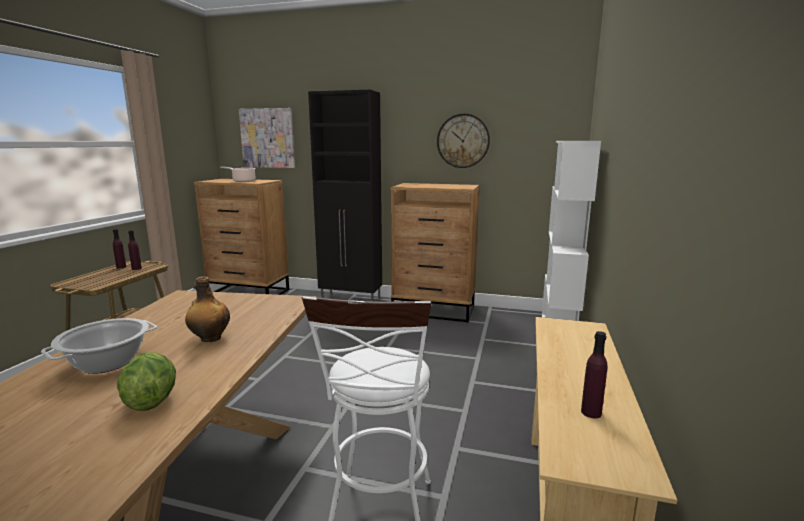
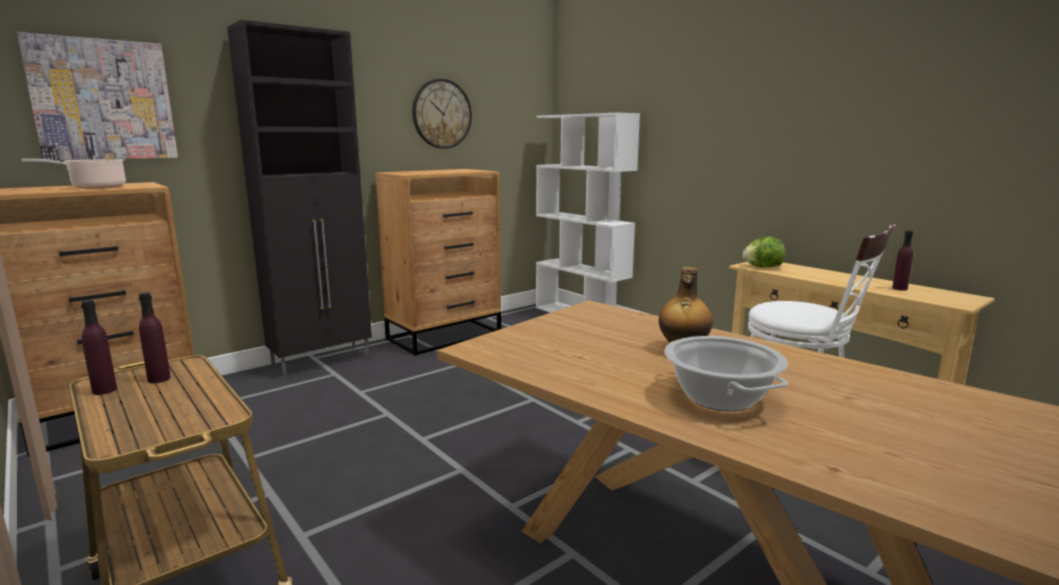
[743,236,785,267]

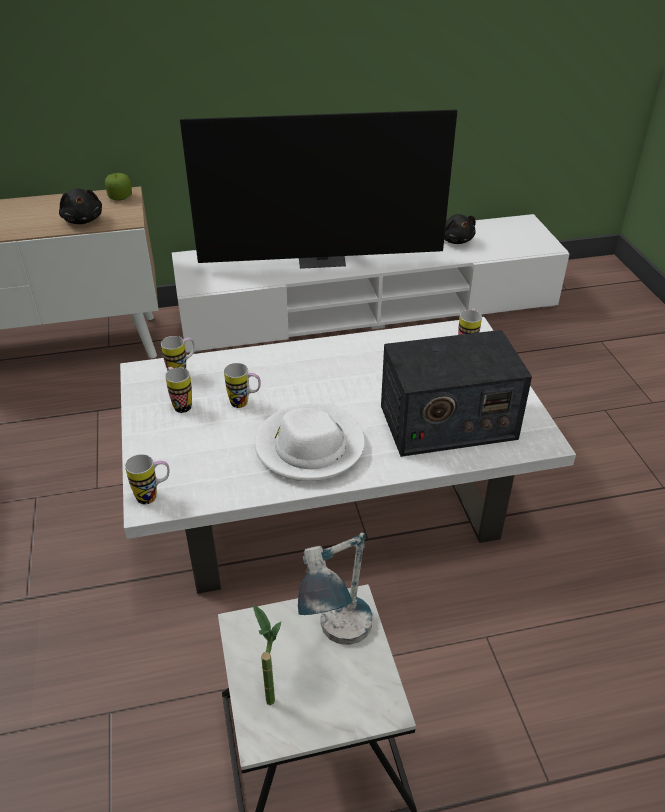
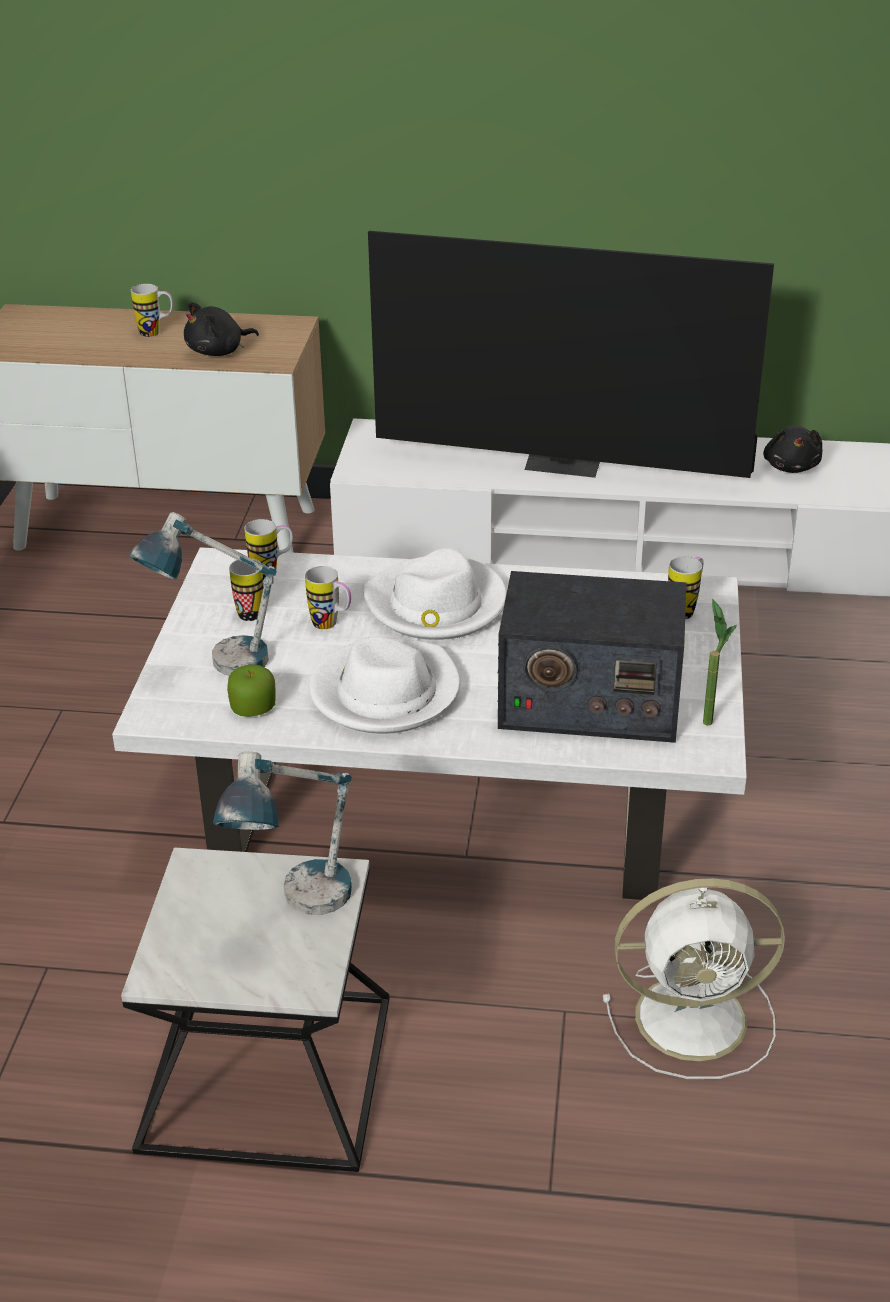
[129,512,277,676]
[363,548,507,640]
[603,878,785,1079]
[227,664,276,717]
[131,284,173,337]
[703,599,737,726]
[184,302,259,356]

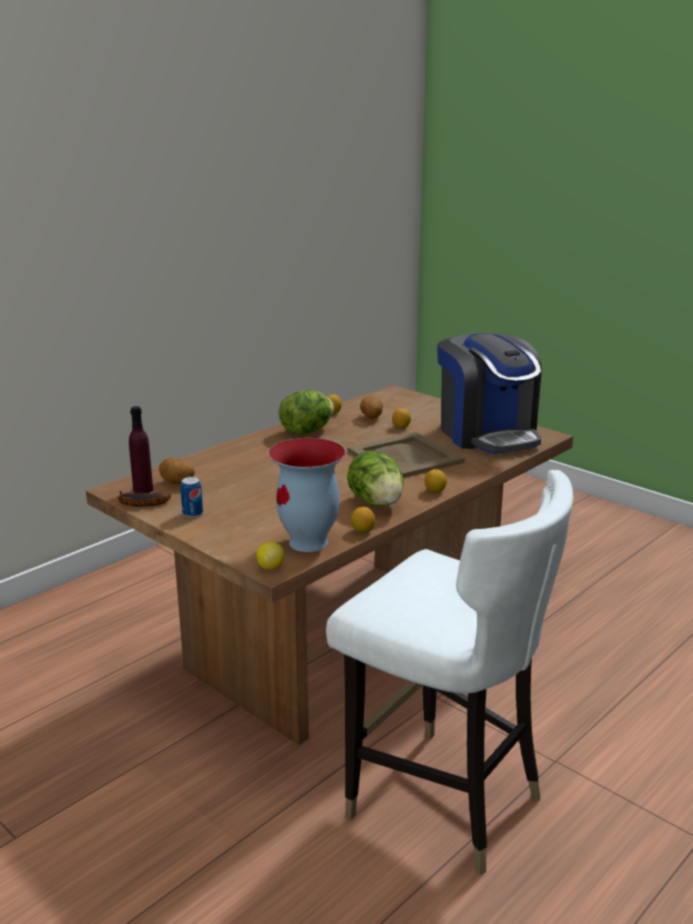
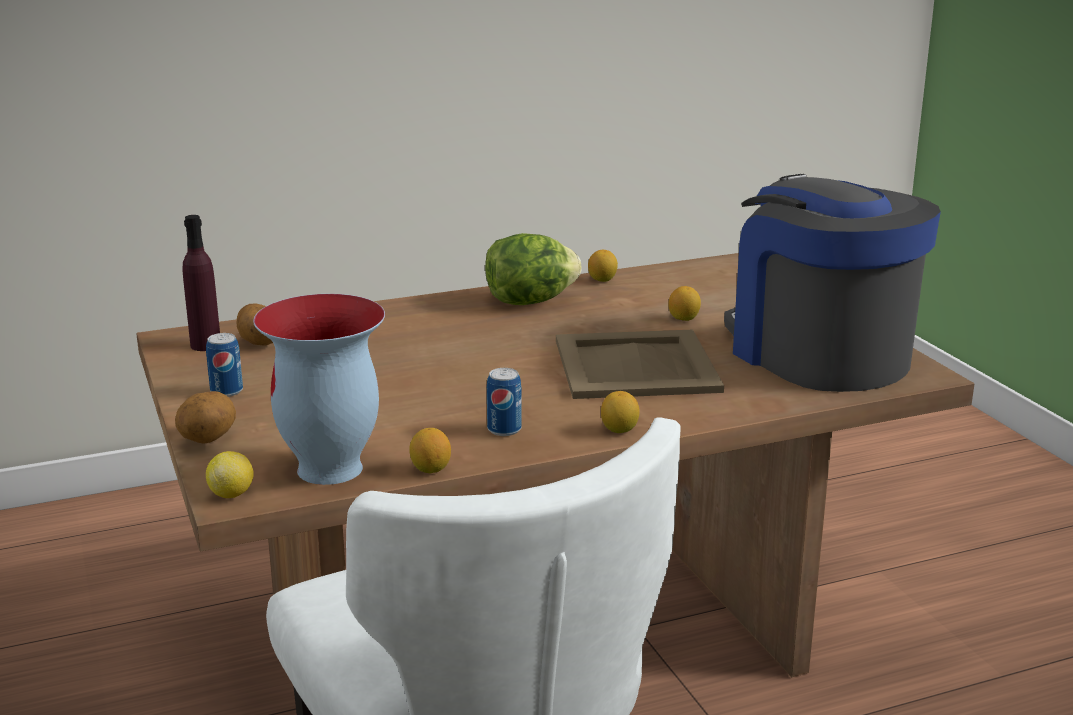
[118,491,171,506] (first image)
[175,391,236,444]
[487,368,522,436]
[724,174,941,392]

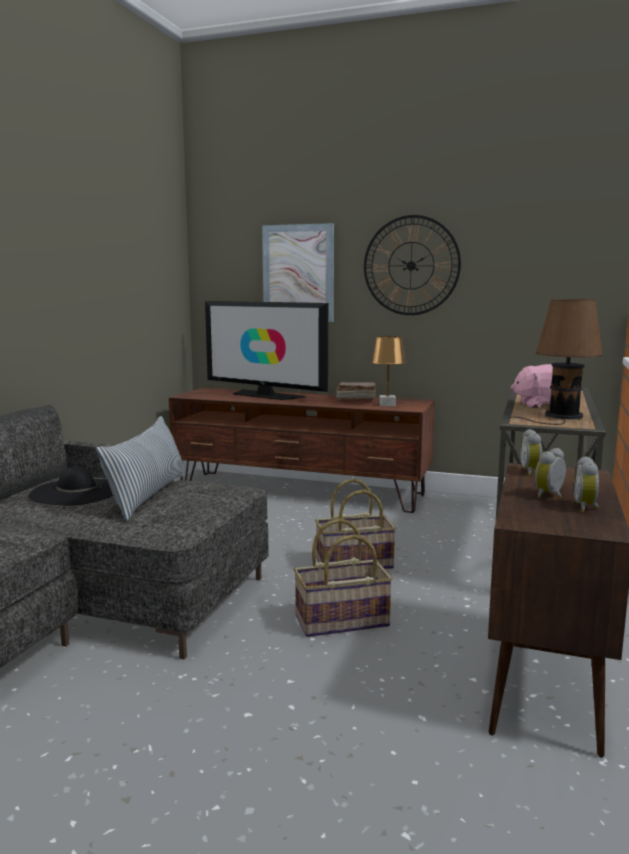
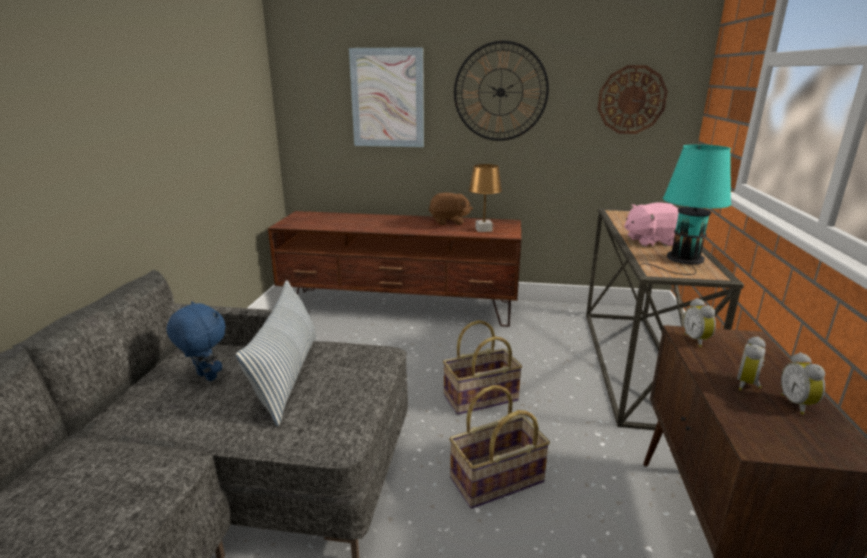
[205,301,328,400] (first image)
[598,65,668,134]
[166,301,226,381]
[429,193,473,225]
[640,144,732,275]

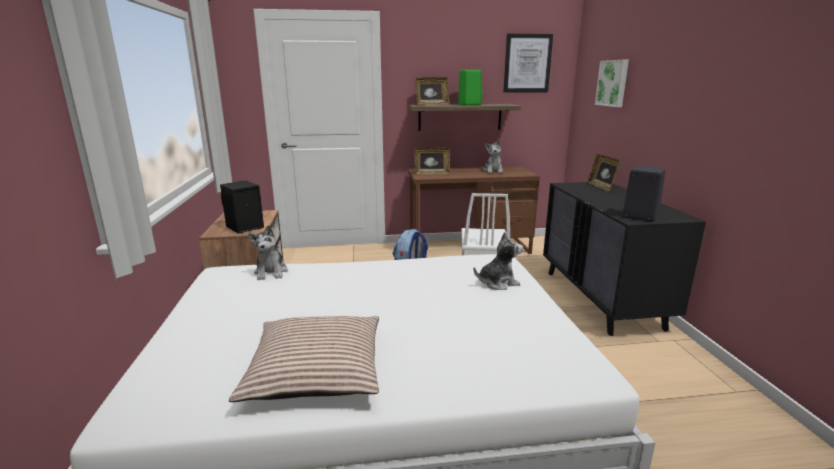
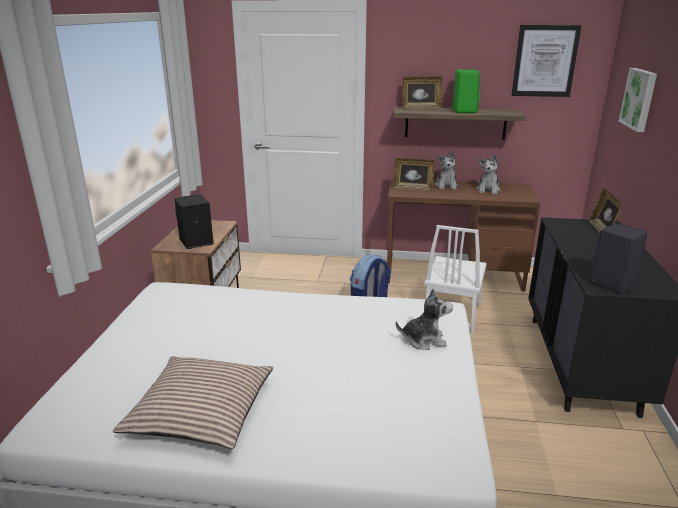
[434,151,458,190]

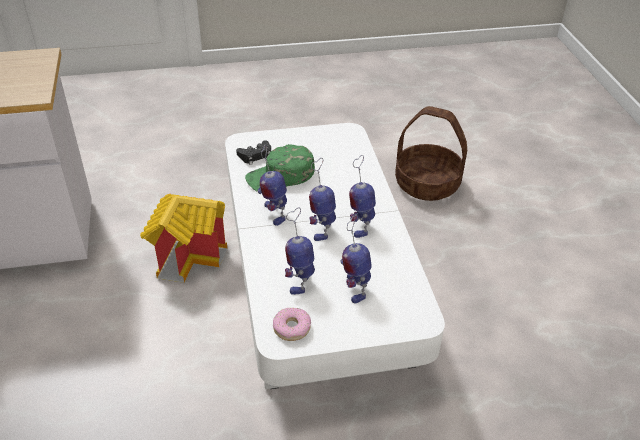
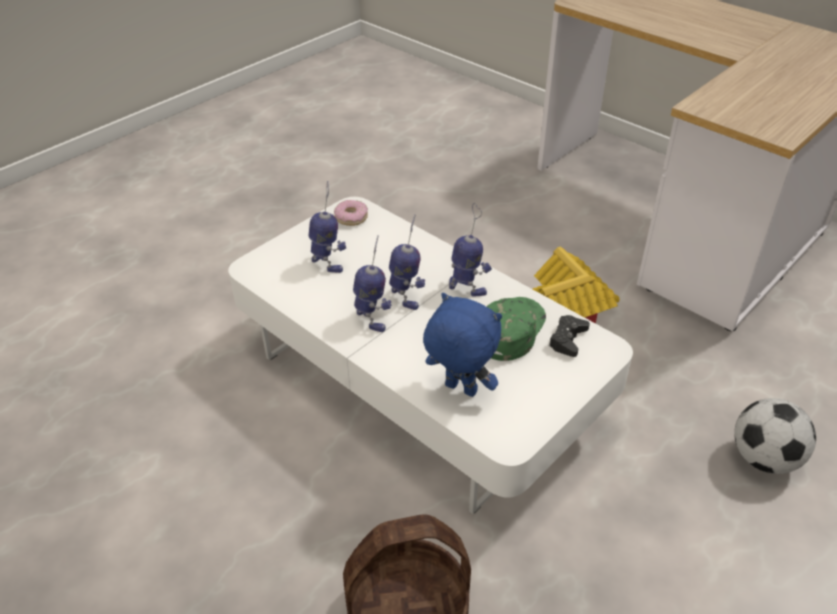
[285,208,315,295] (first image)
[423,293,502,397]
[734,398,816,474]

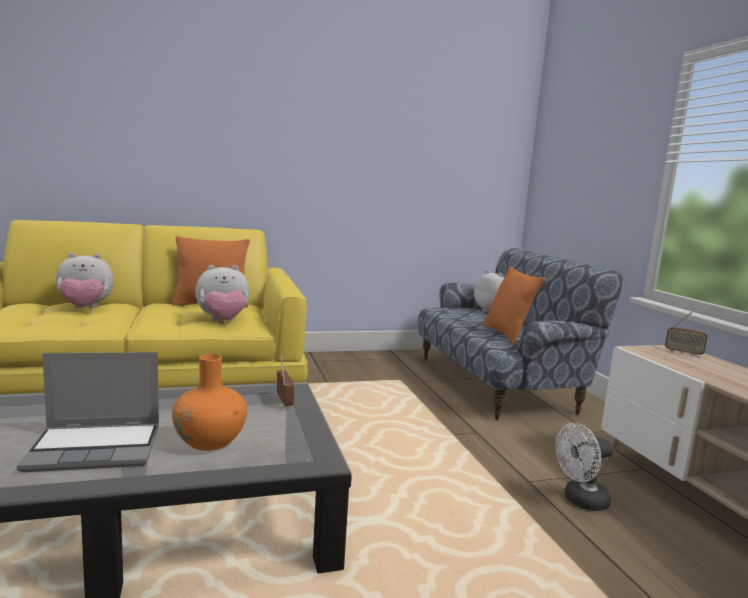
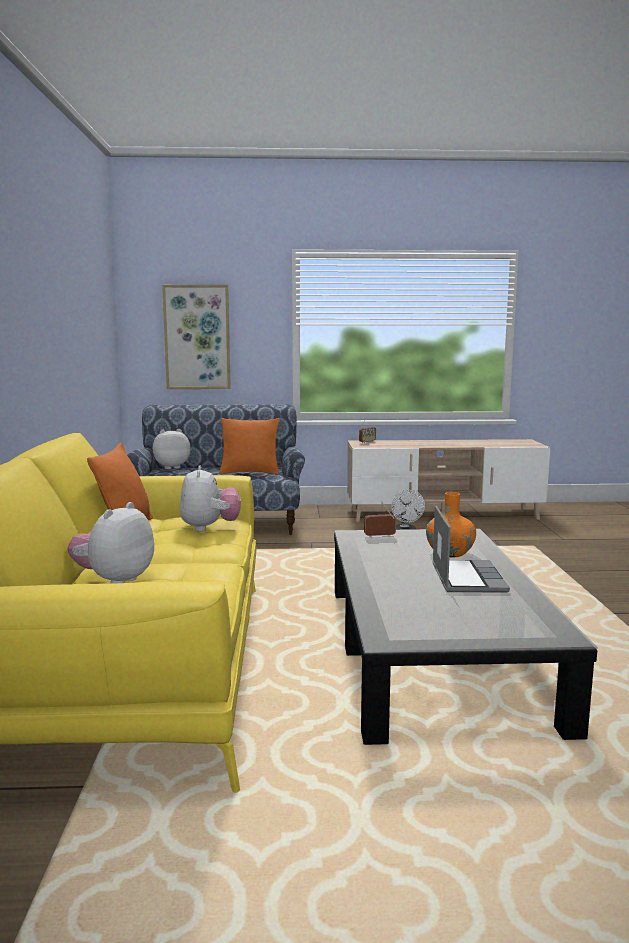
[162,285,231,389]
[68,502,154,584]

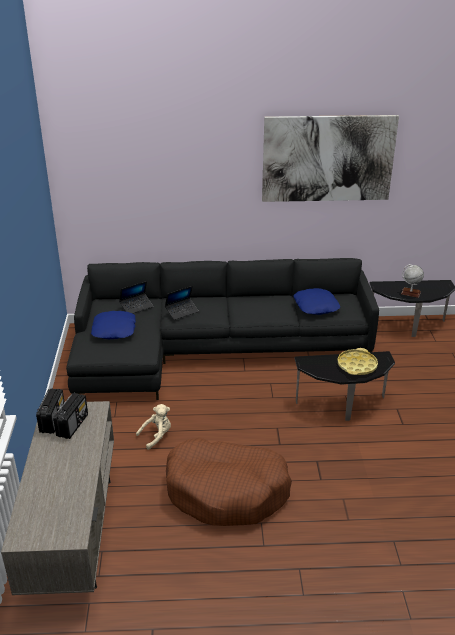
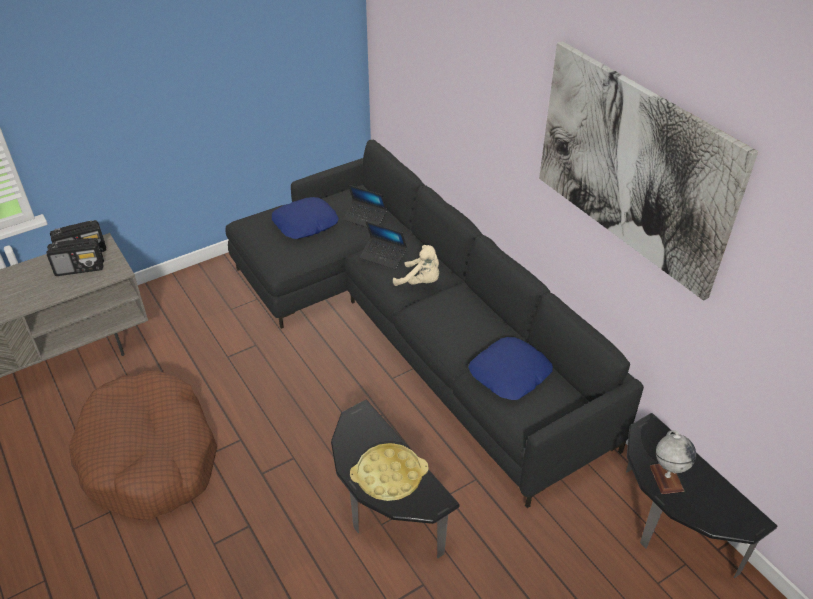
[393,245,439,286]

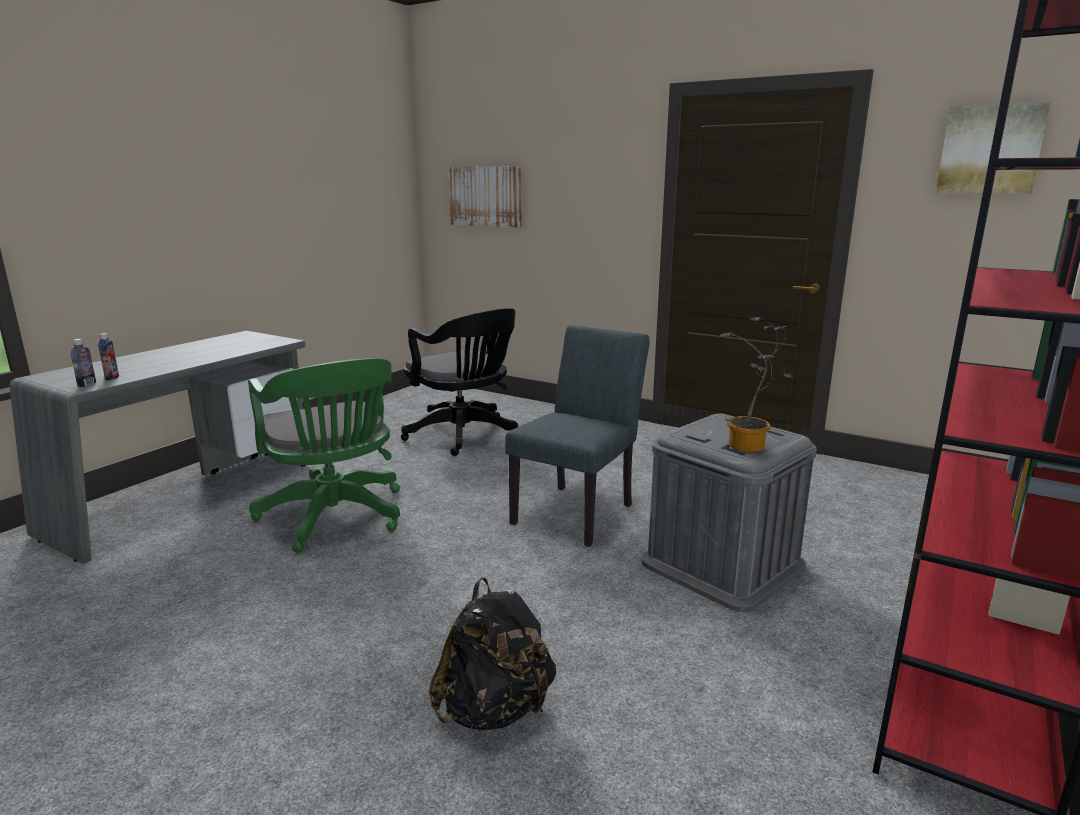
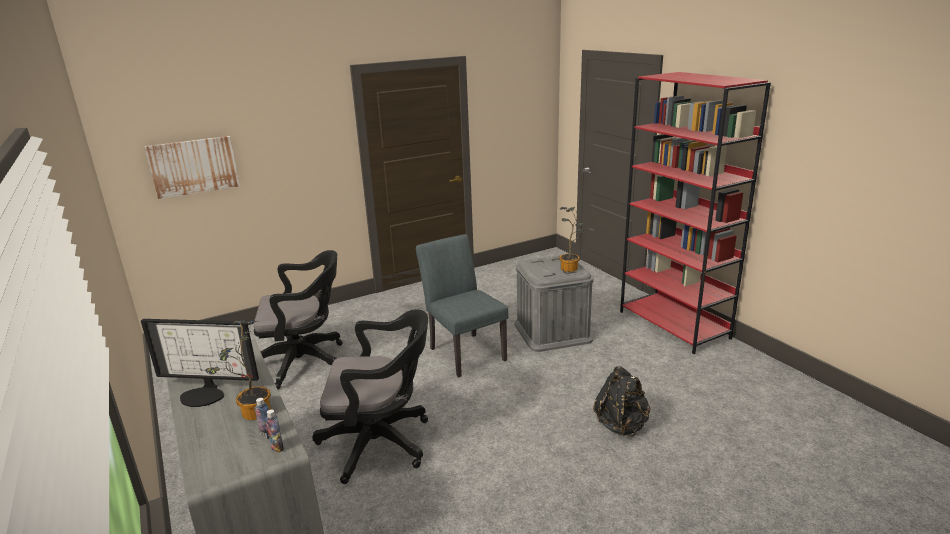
[936,101,1051,194] (first image)
[141,319,259,407]
[205,320,271,420]
[312,309,428,484]

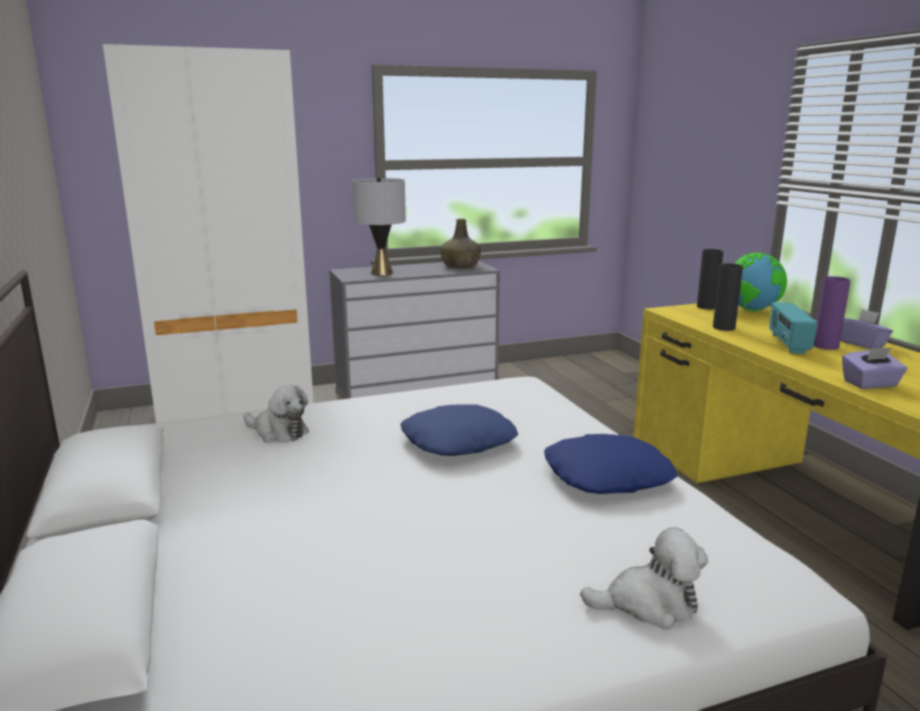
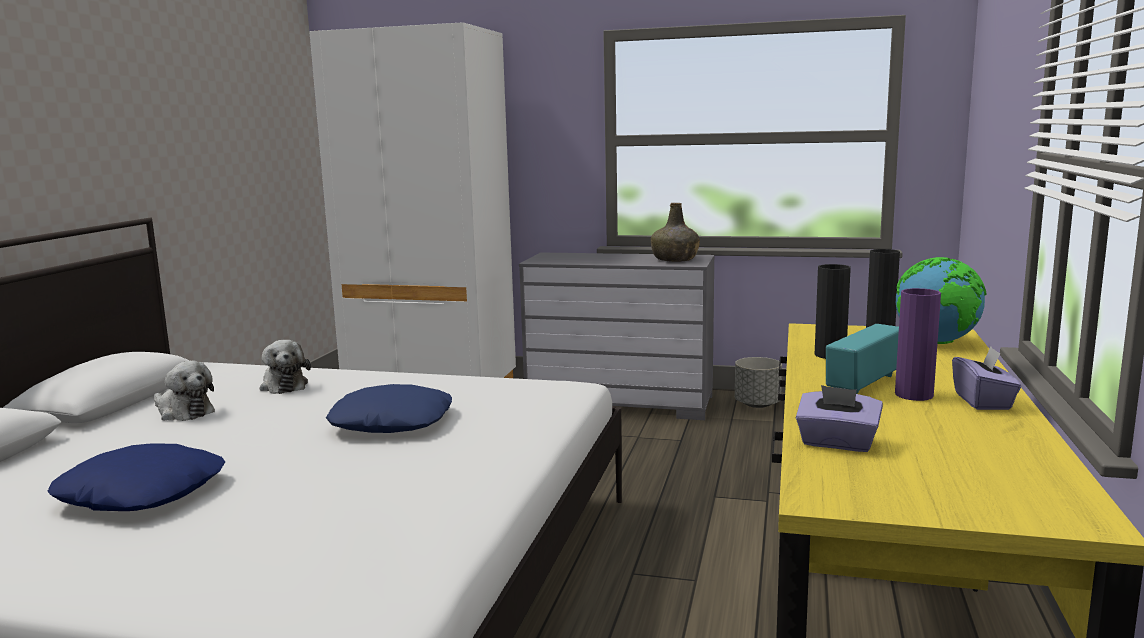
[353,177,406,276] (first image)
[735,357,782,408]
[48,443,225,511]
[154,361,215,421]

